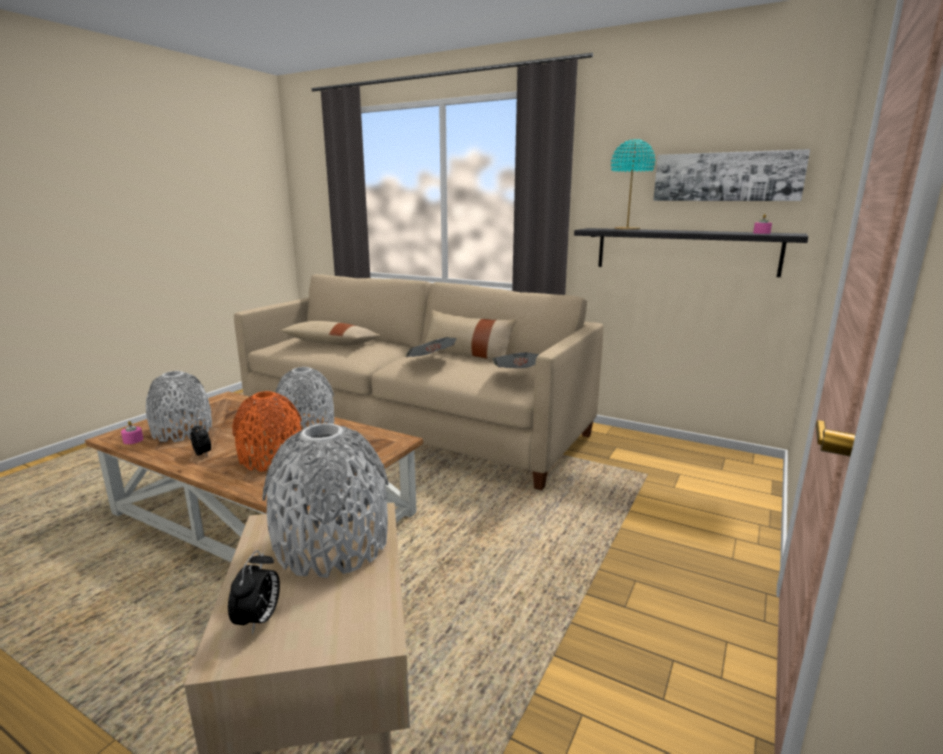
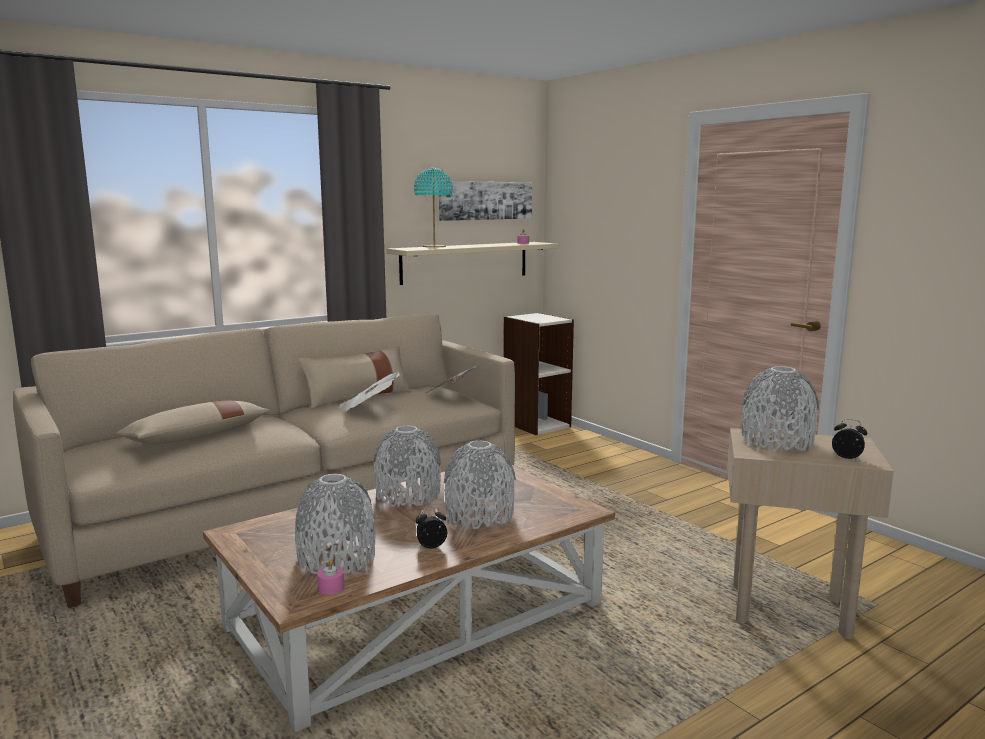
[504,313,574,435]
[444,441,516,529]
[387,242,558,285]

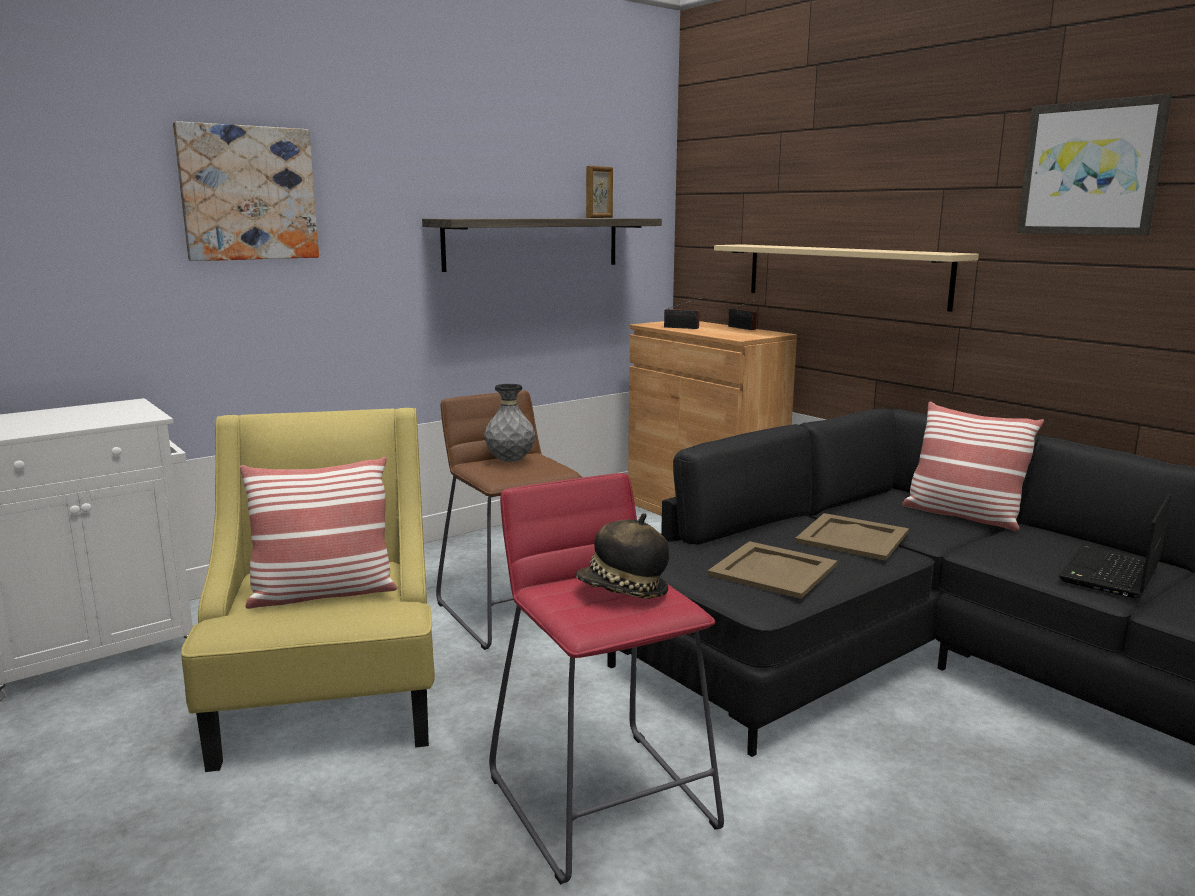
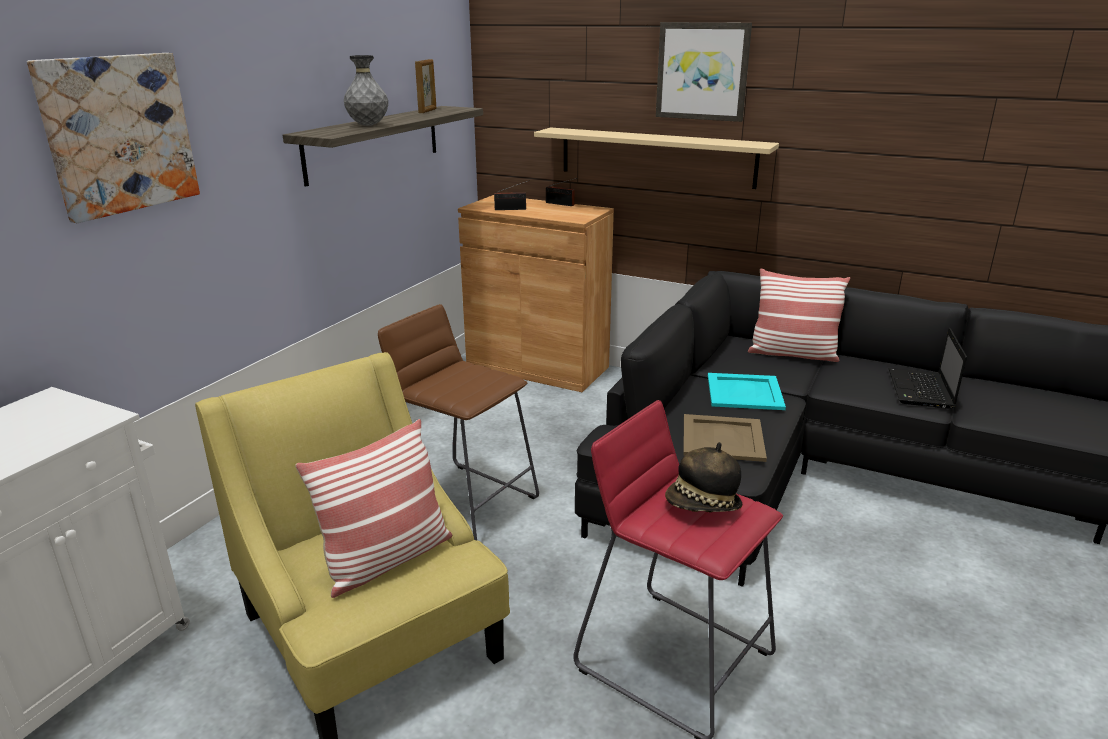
[344,55,388,126]
[656,22,752,122]
[708,373,786,410]

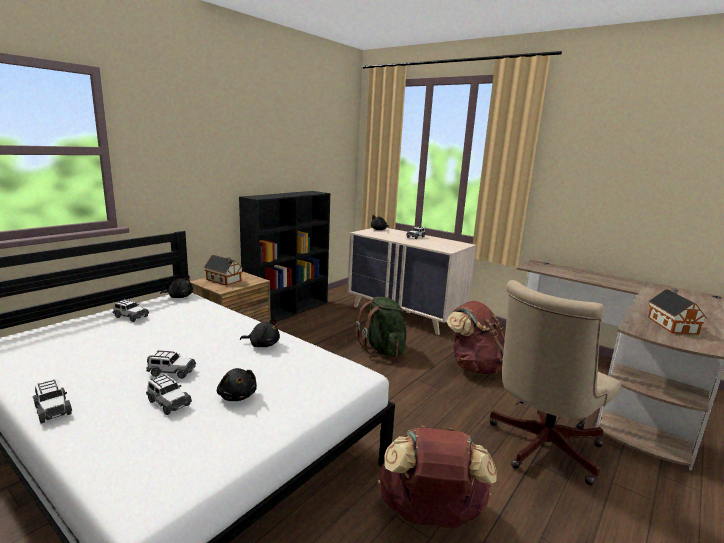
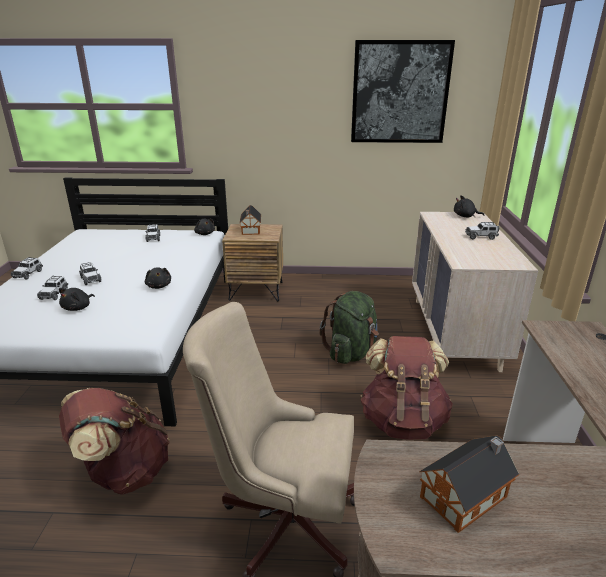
[239,191,330,322] (first image)
[351,40,455,143]

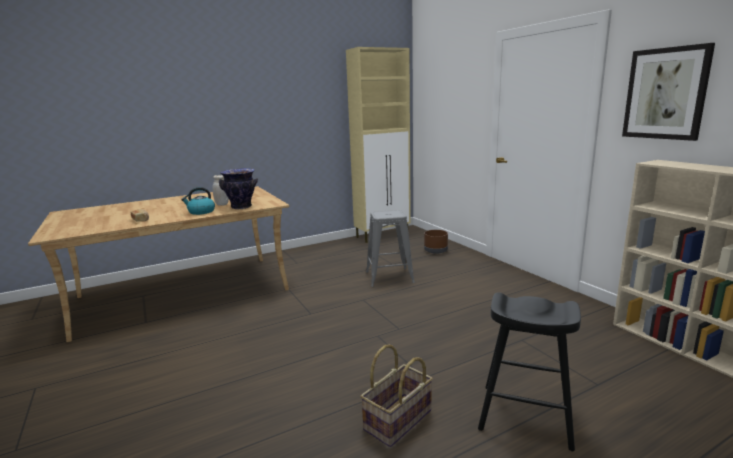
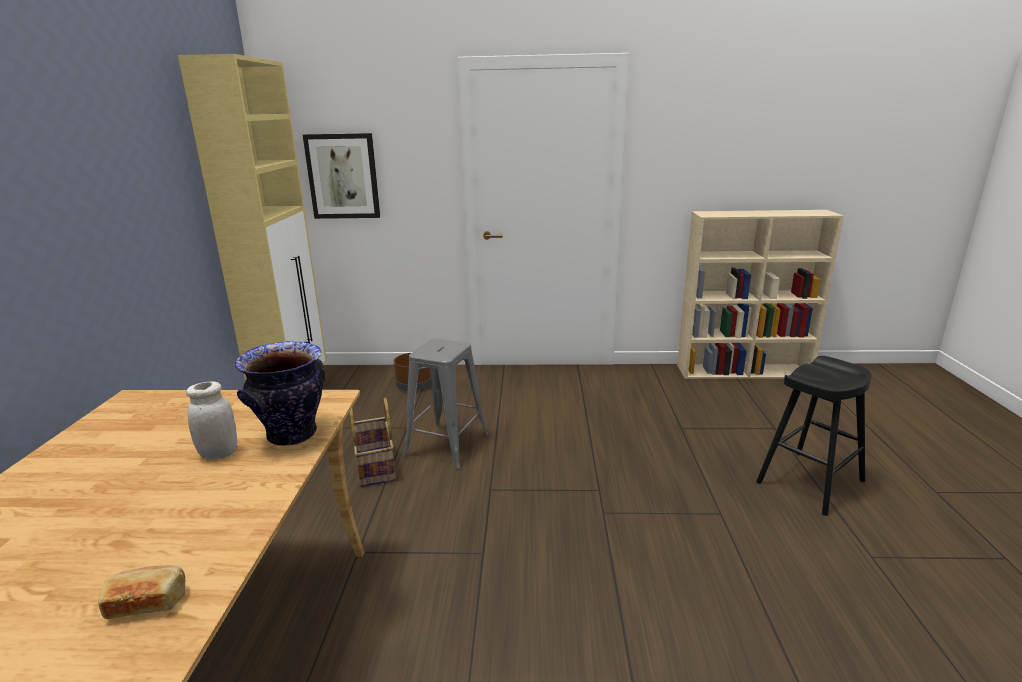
[181,187,215,215] (first image)
[350,398,396,487]
[303,133,380,219]

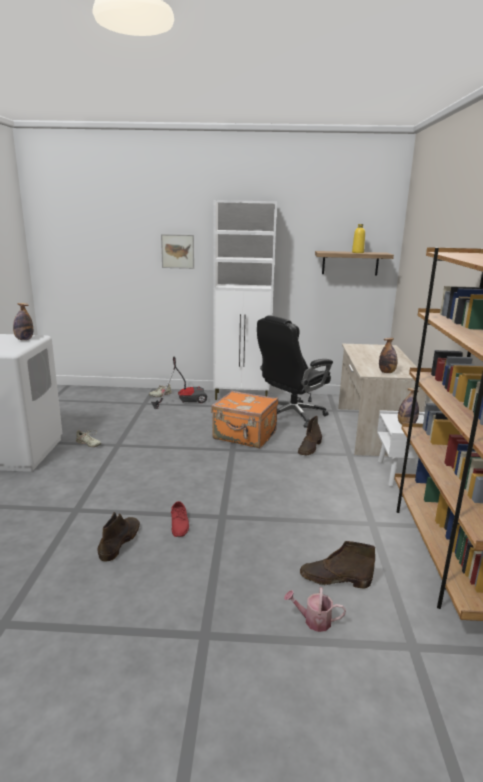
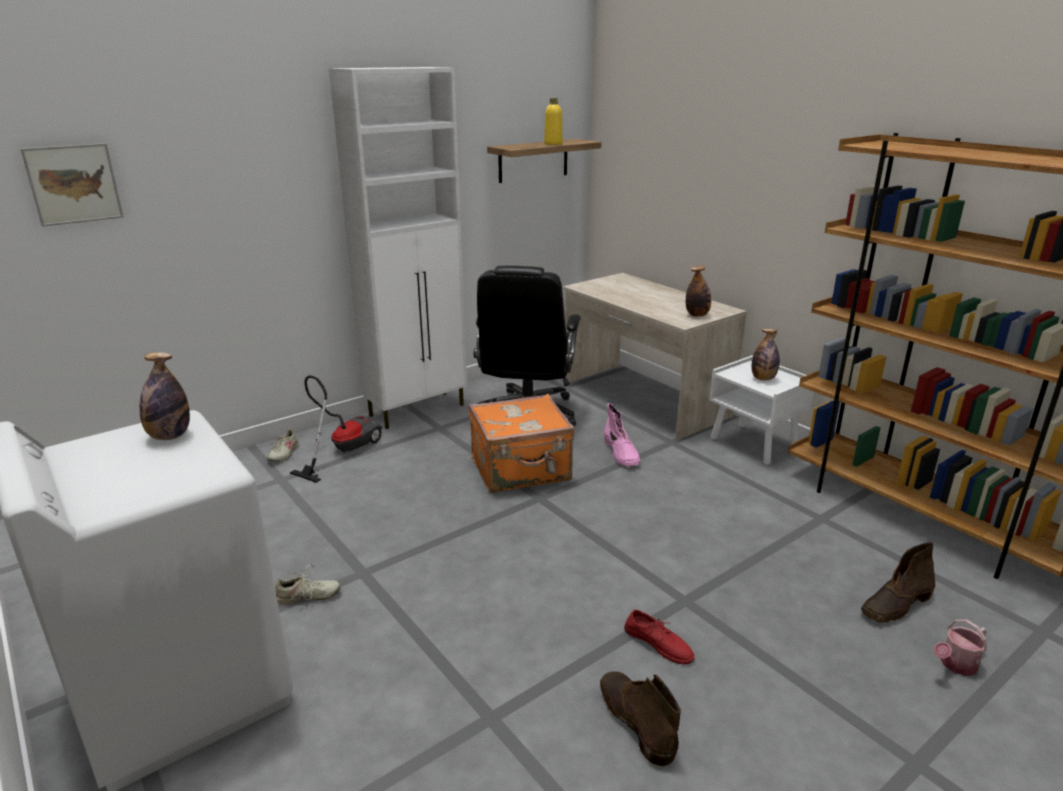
[20,143,123,227]
[604,403,640,466]

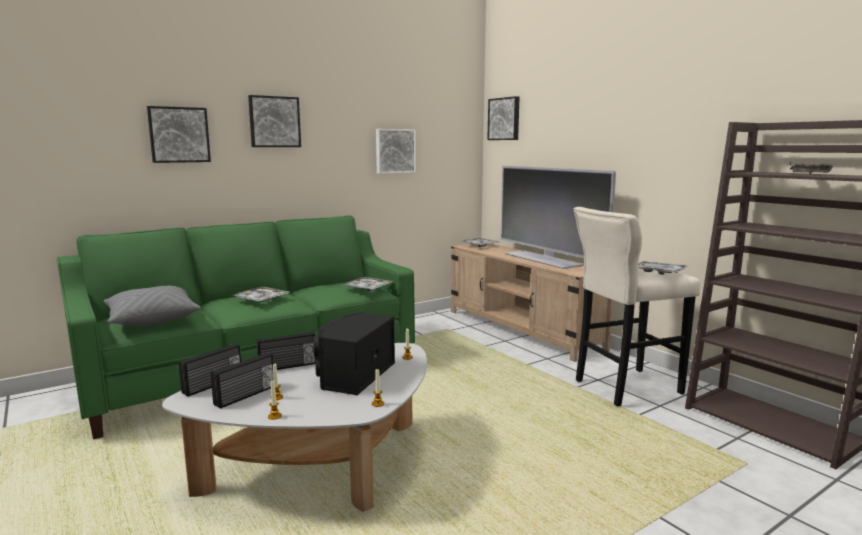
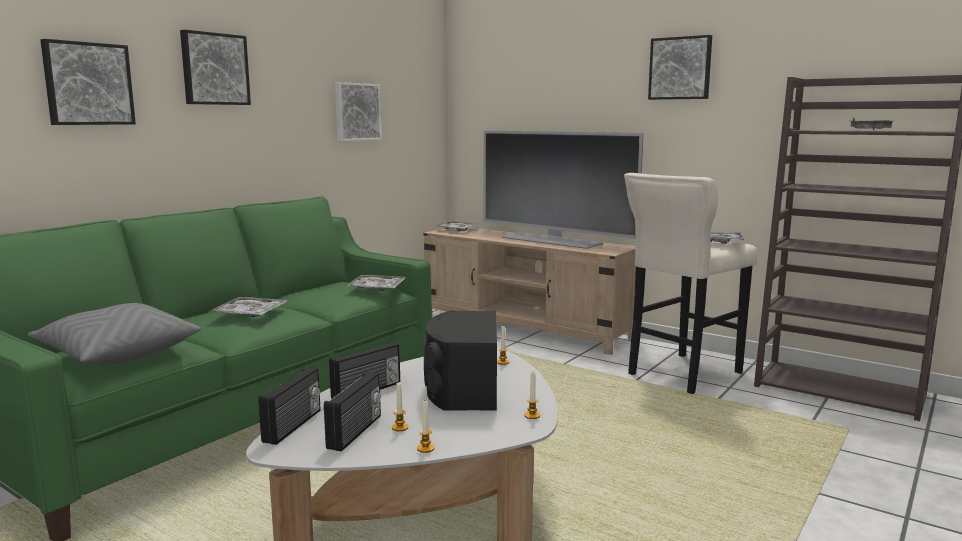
[648,35,712,100]

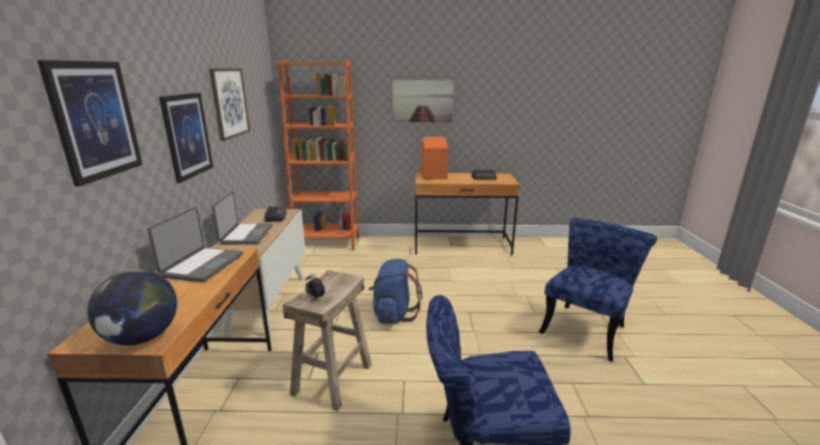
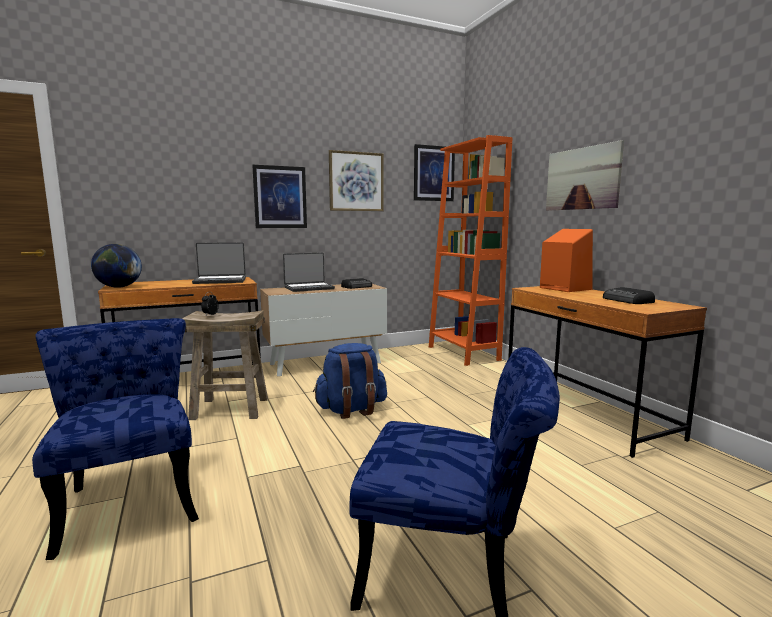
[414,144,455,201]

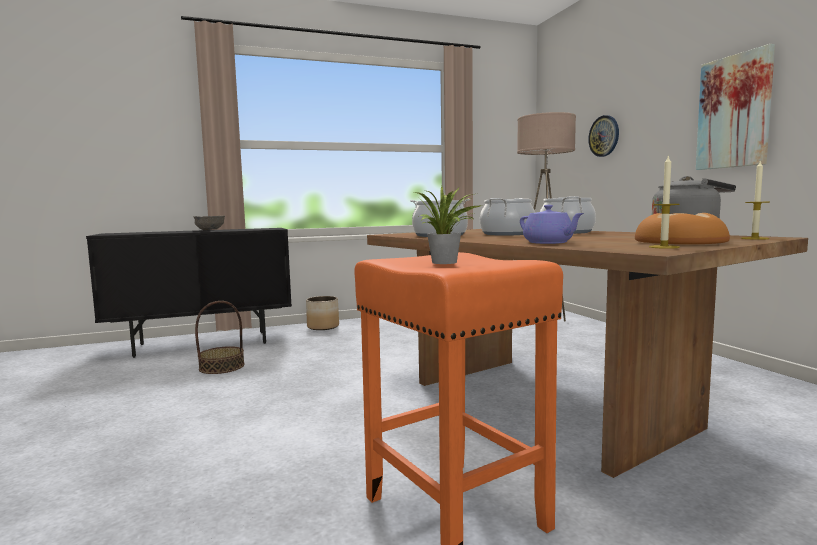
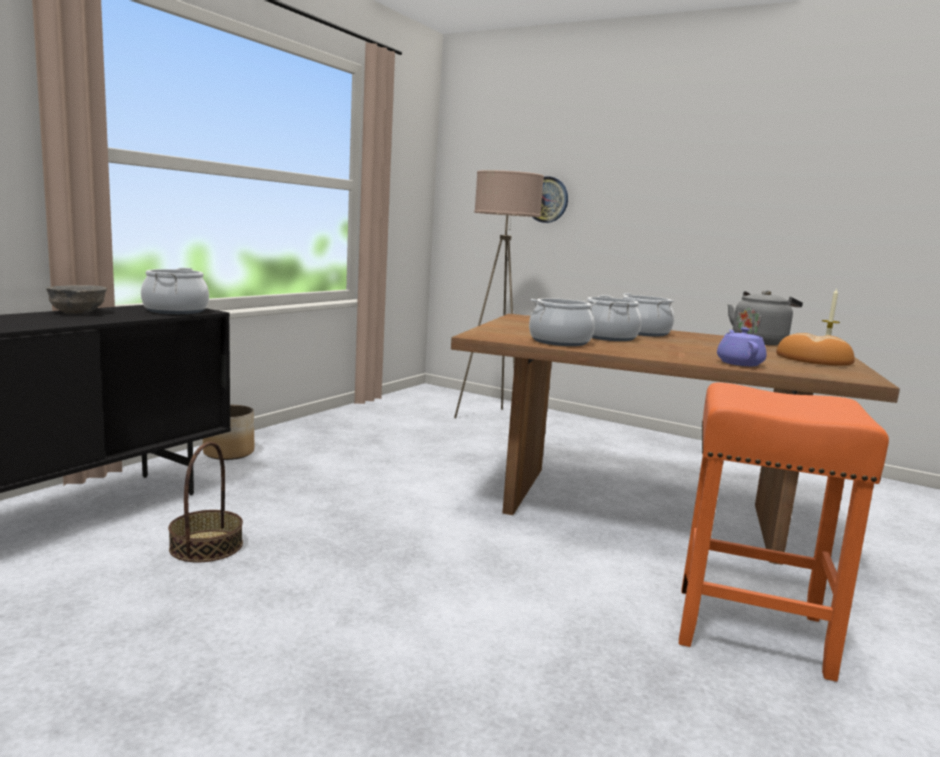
[414,186,480,264] (first image)
[649,155,680,249] (first image)
[696,44,775,170] (first image)
[141,268,209,314]
[717,328,767,366]

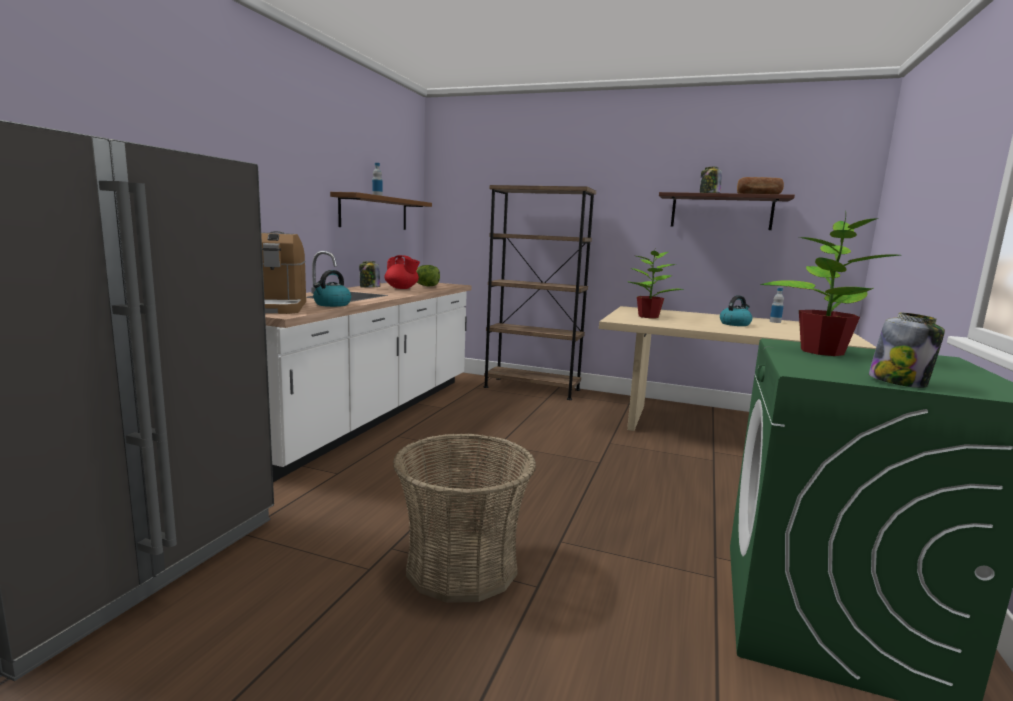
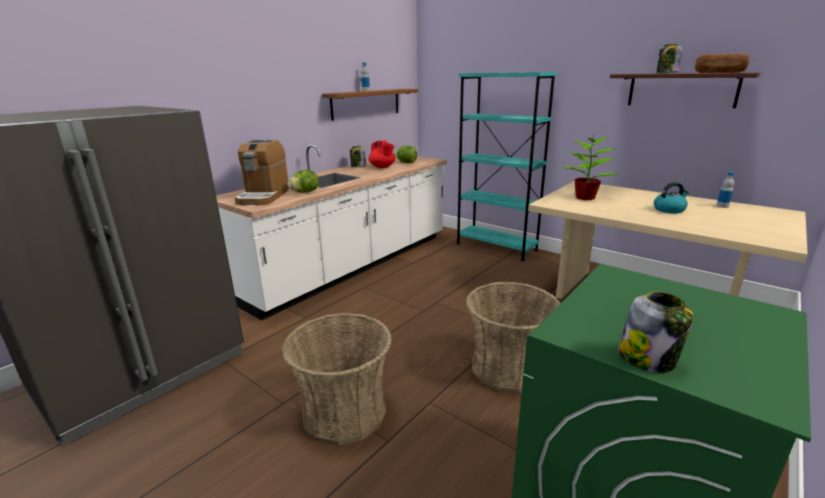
[761,210,900,356] (first image)
[466,282,560,393]
[288,170,319,193]
[456,72,557,261]

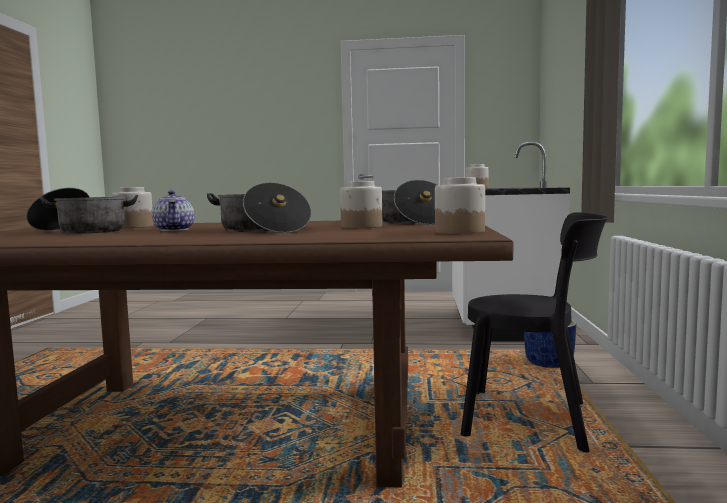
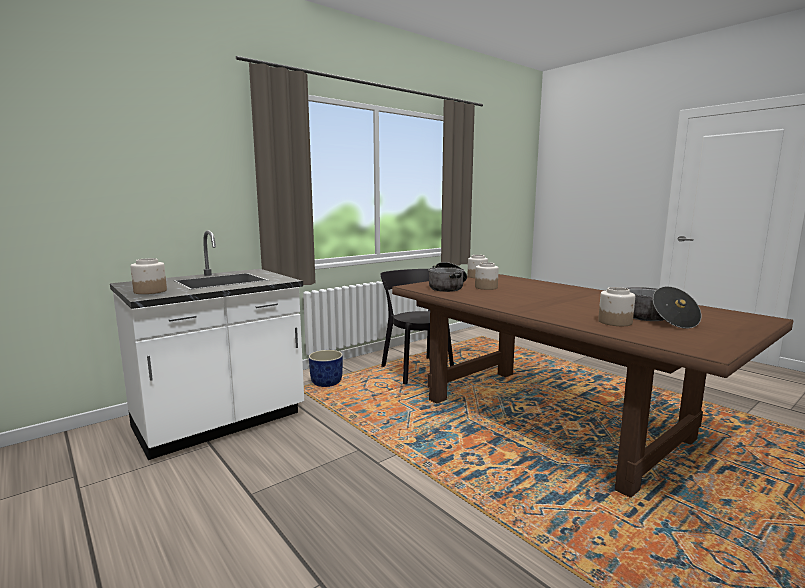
[152,190,195,231] (first image)
[207,182,311,233] (first image)

